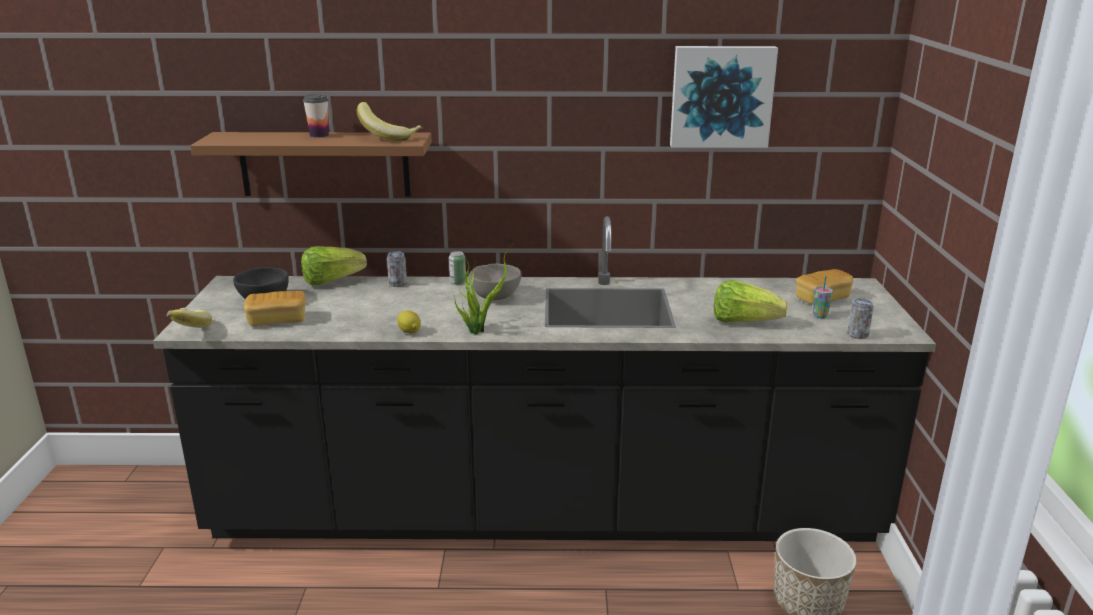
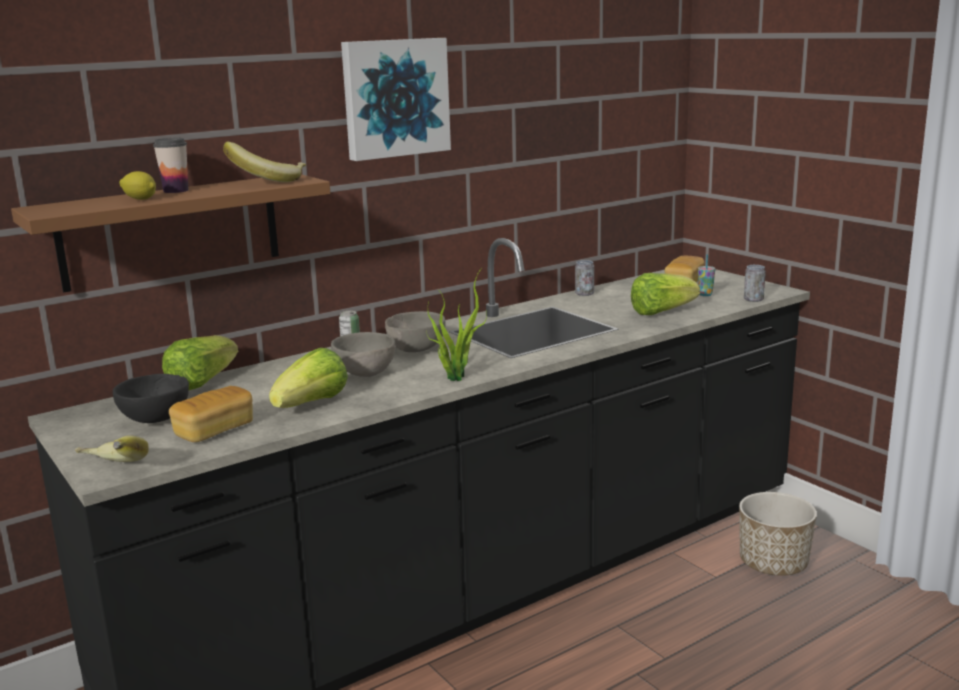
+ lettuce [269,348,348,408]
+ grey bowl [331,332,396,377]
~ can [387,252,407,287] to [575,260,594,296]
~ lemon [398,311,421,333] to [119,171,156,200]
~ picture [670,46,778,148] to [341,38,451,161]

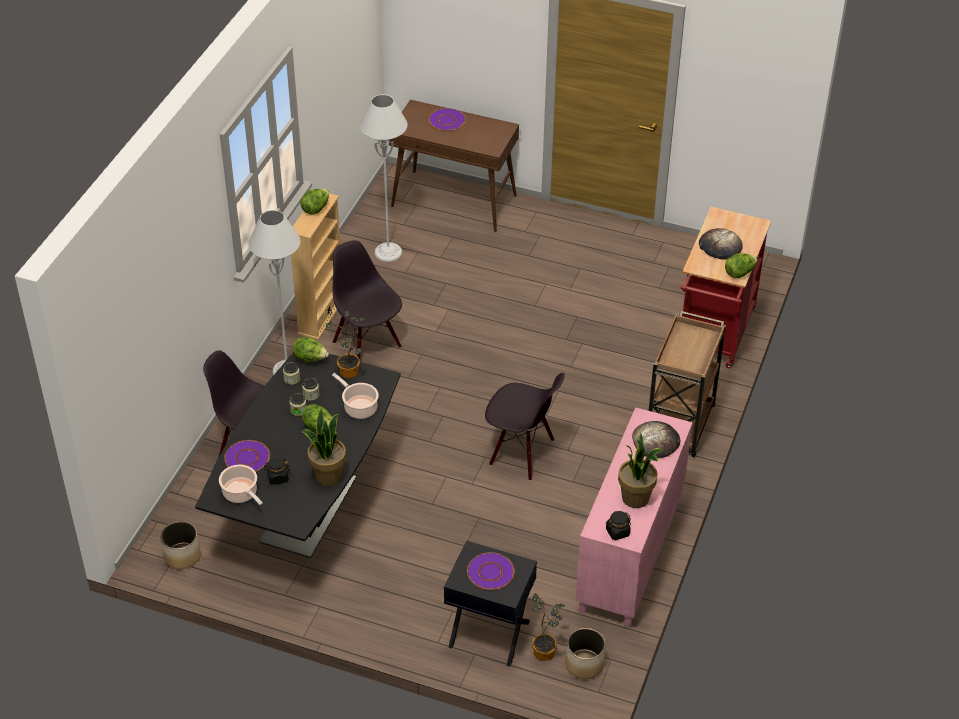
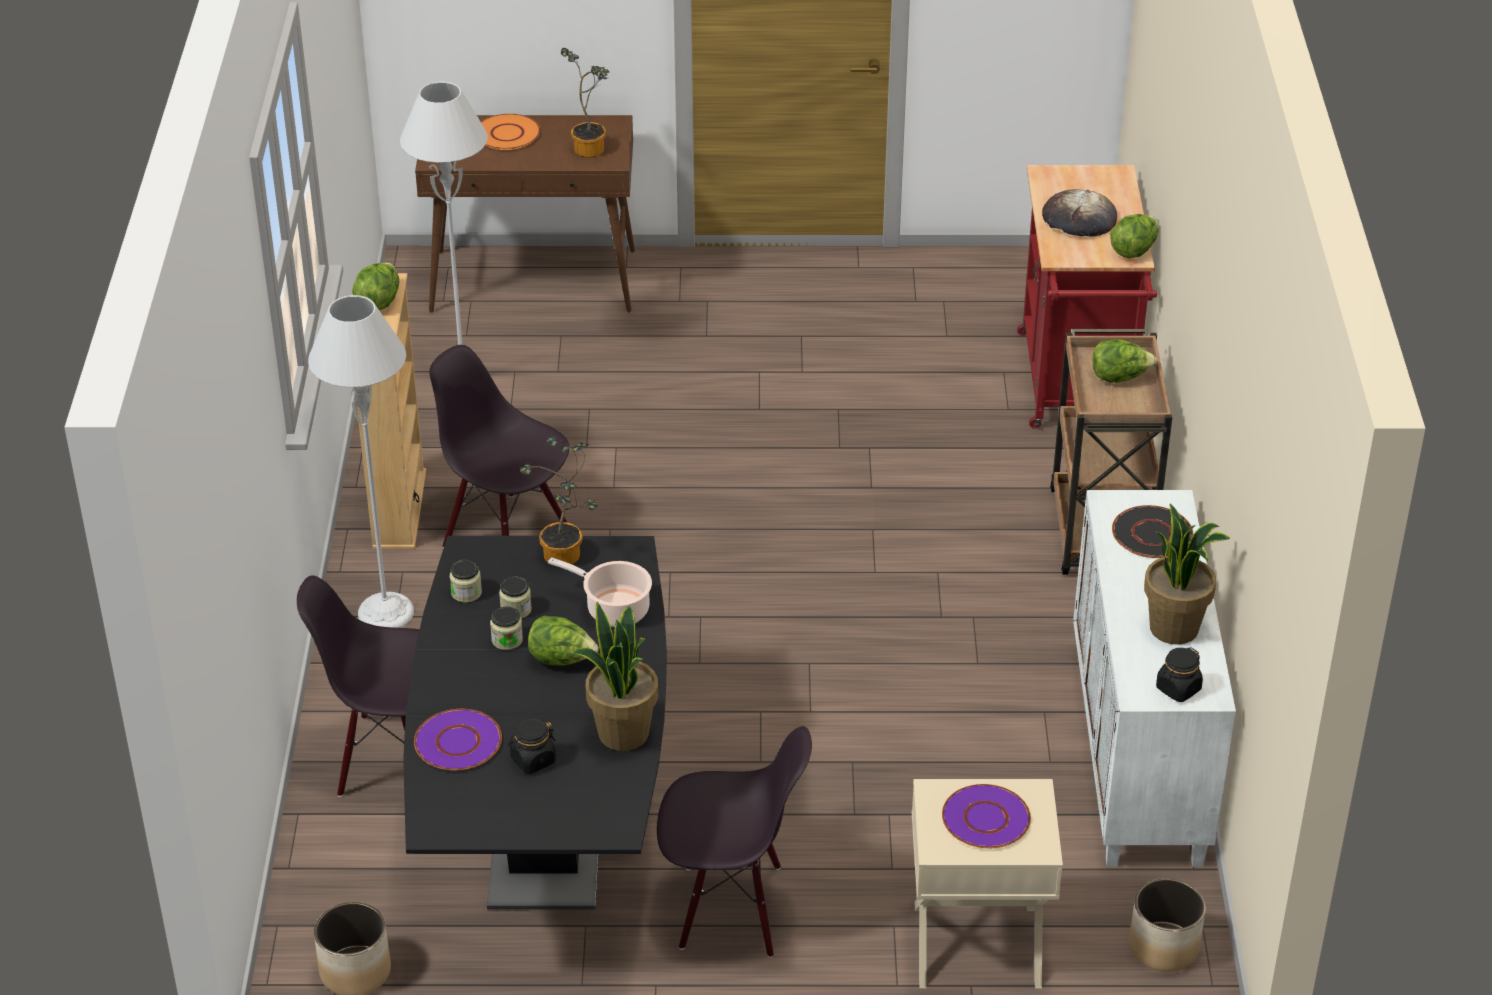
- cooking pot [219,465,263,505]
~ lettuce [293,337,329,362] to [1093,339,1157,383]
~ black chair [485,373,565,481] to [657,726,812,958]
~ potted plant [532,593,565,661] to [561,48,609,158]
~ bread [632,421,680,458] to black plate [1112,505,1193,558]
~ purple plate [429,108,466,131] to orange plate [481,114,541,150]
~ black nightstand [444,541,537,667] to beige nightstand [912,779,1063,988]
~ pink cabinet [575,407,693,627] to white cabinet [1073,490,1236,867]

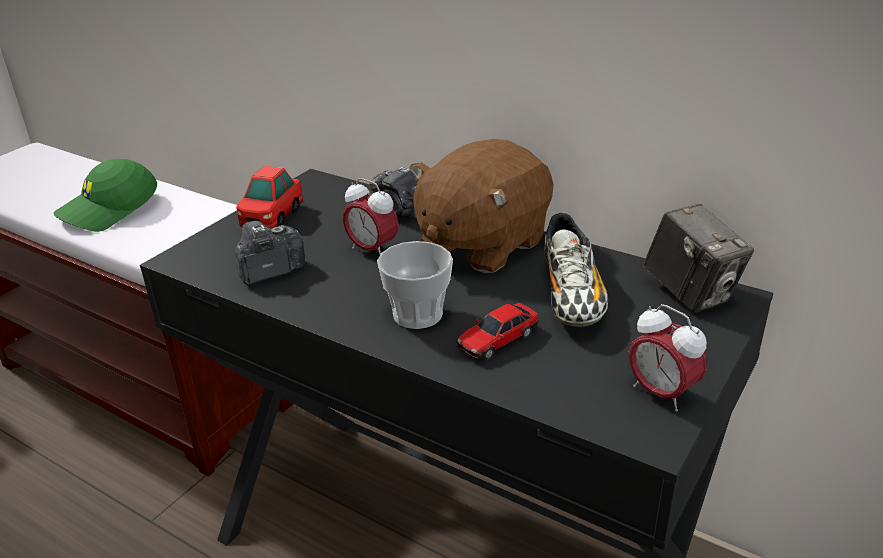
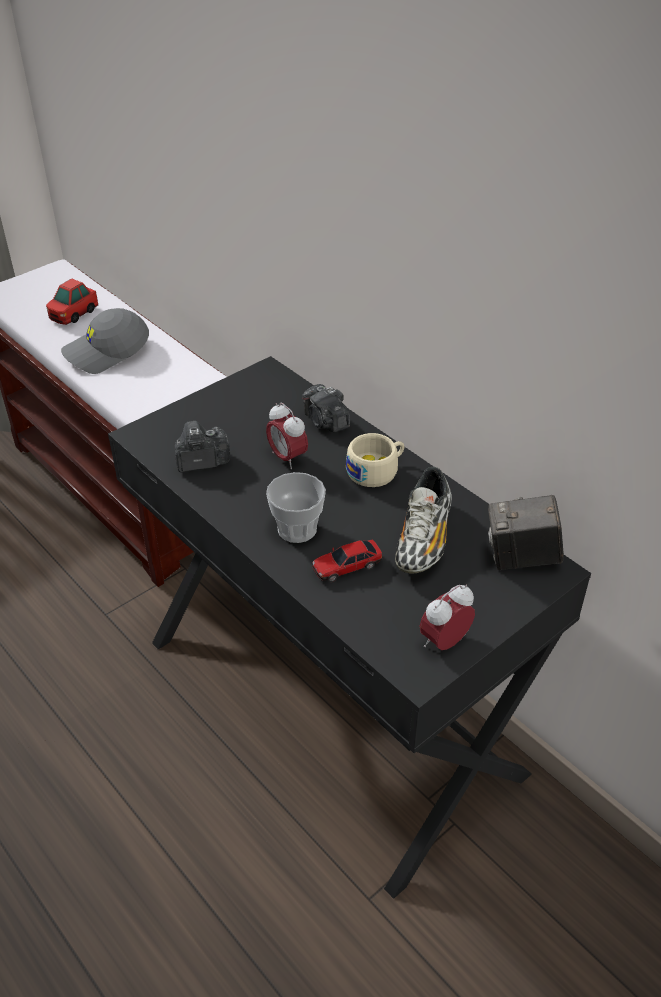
~ toy car [236,166,303,229] to [46,278,98,325]
~ brown plush toy [410,139,554,273] to beige cup [346,433,404,487]
~ green cap [53,159,157,232] to grey cap [61,308,149,374]
~ alarm clock [629,304,707,412] = [419,585,475,650] 75 degrees clockwise
~ photo camera [644,204,754,313] = [488,495,564,570] 105 degrees clockwise

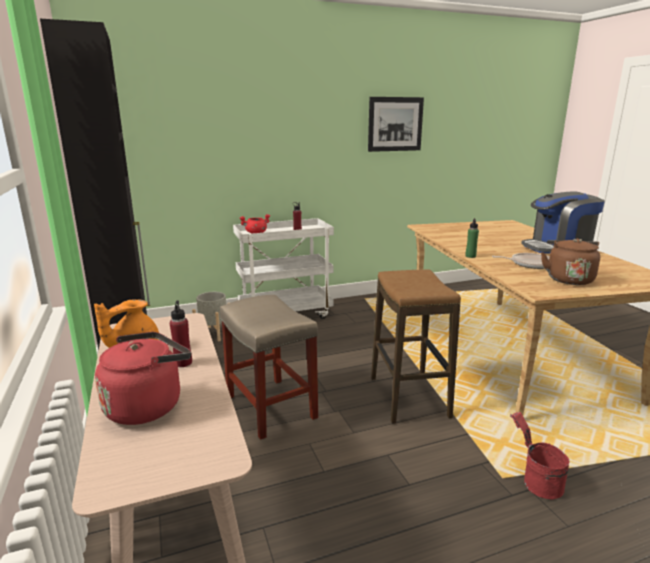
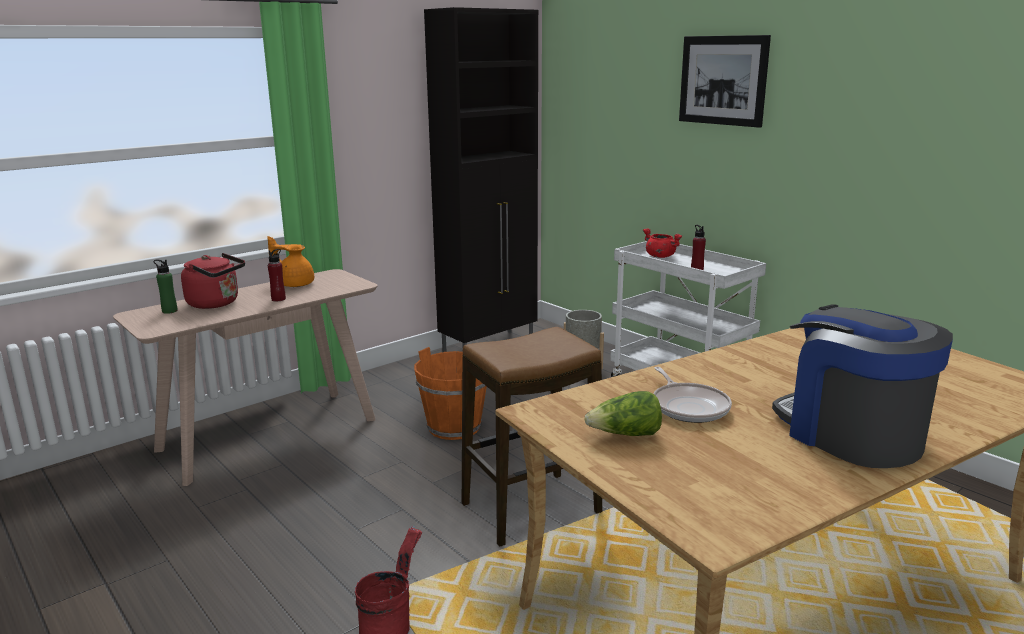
~ picture [368,97,424,152] to [679,35,771,128]
~ green bottle [465,218,479,258] to [154,260,178,314]
~ beige stool [220,295,318,440] to orange bucket [414,347,487,440]
~ brown kettle [541,238,600,285] to lettuce [585,391,662,436]

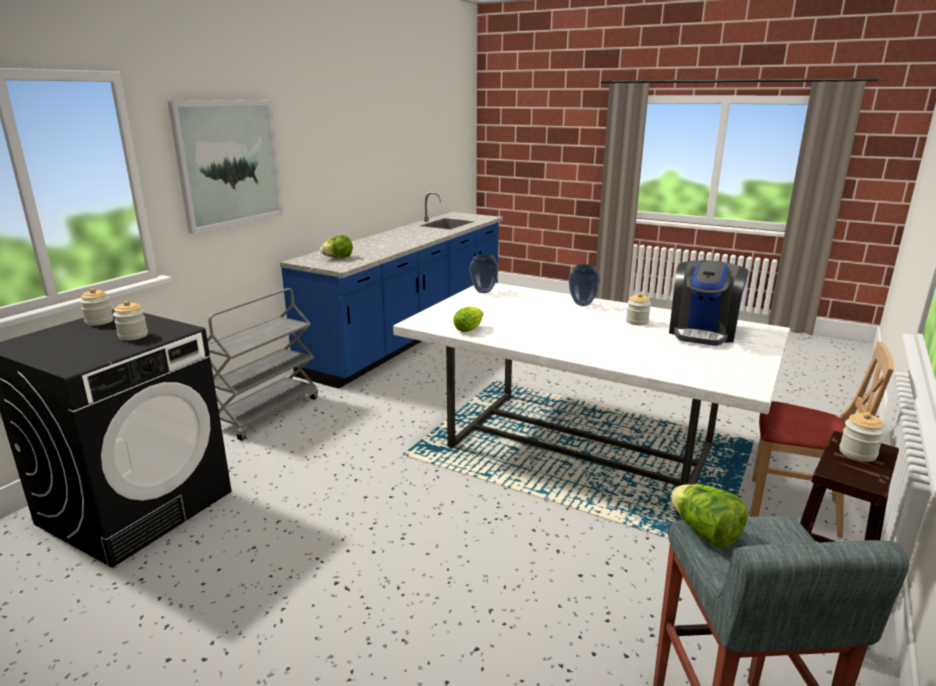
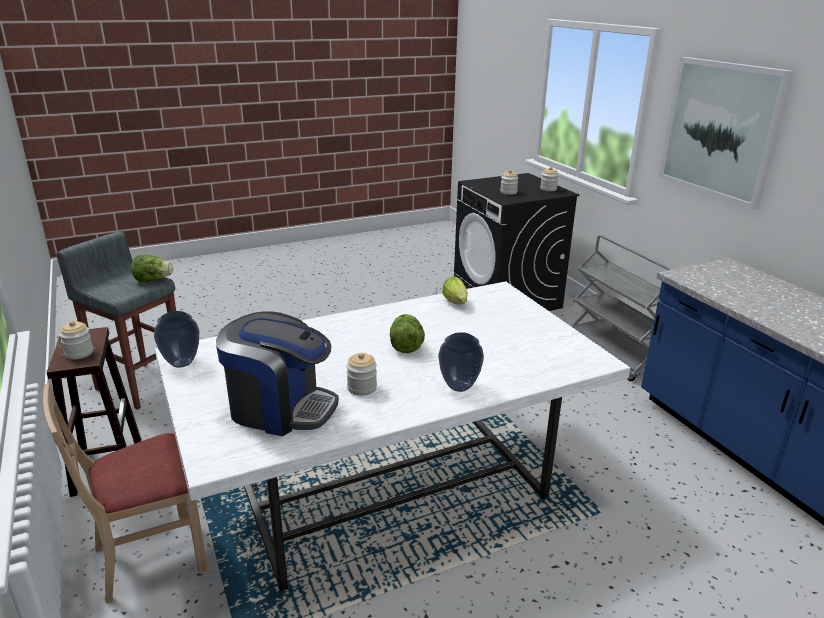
~ lettuce [320,235,353,258] to [390,314,425,353]
~ vase [469,254,499,293] to [154,311,199,368]
~ coffee machine [669,260,749,346] = [216,311,339,436] 135 degrees clockwise

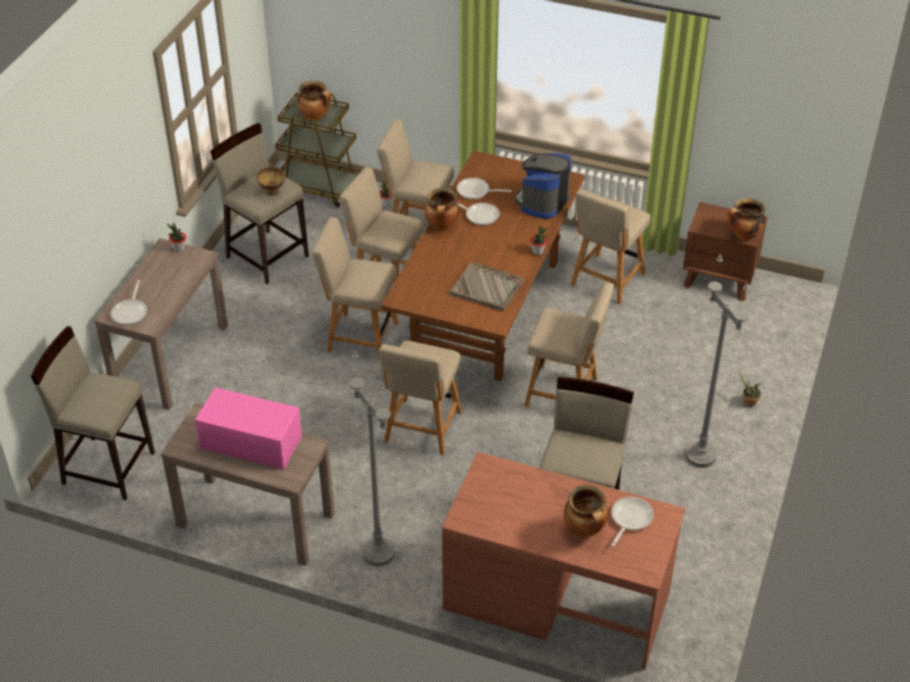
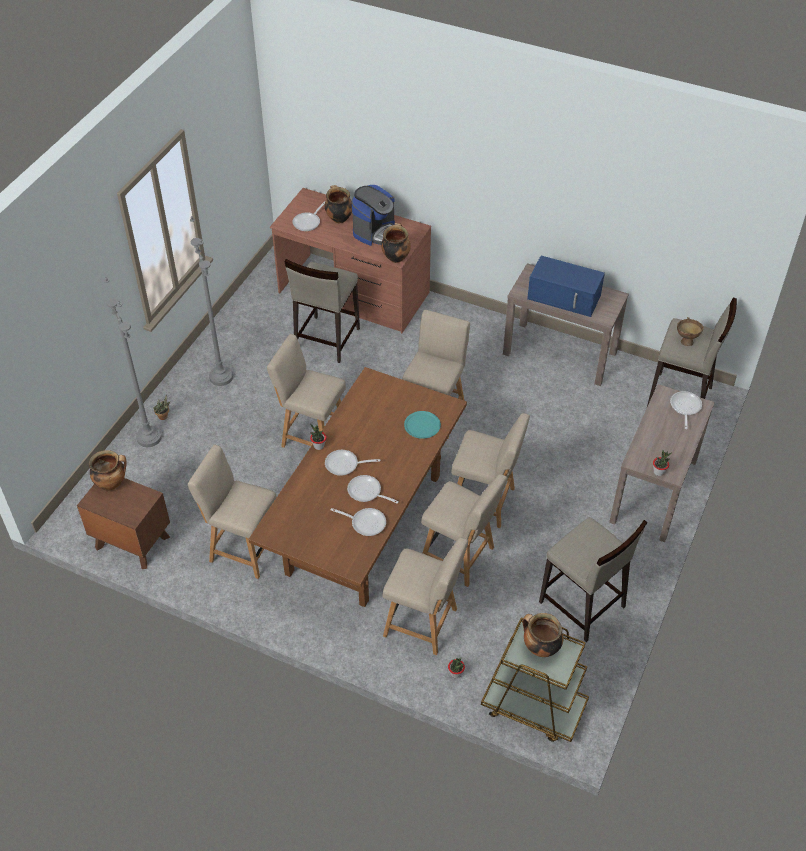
- grey tray [449,261,525,311]
+ frying pan [325,450,380,476]
+ turquoise plate [404,411,441,439]
~ brown bowl [256,165,285,196] to [677,317,703,346]
~ grey floor lamp [349,351,395,566] to [104,277,162,447]
~ cooking pot [424,188,460,231] to [381,223,411,263]
~ coffee machine [515,153,572,219] to [352,185,395,246]
~ pink microwave [195,387,302,469] to blue microwave [527,256,605,317]
~ beige chair [571,189,650,305] = [188,444,277,579] 105 degrees counterclockwise

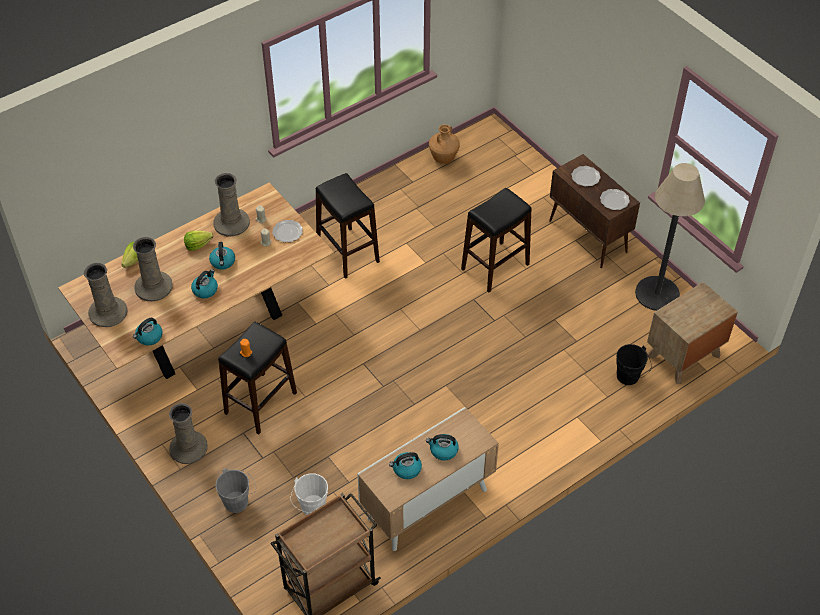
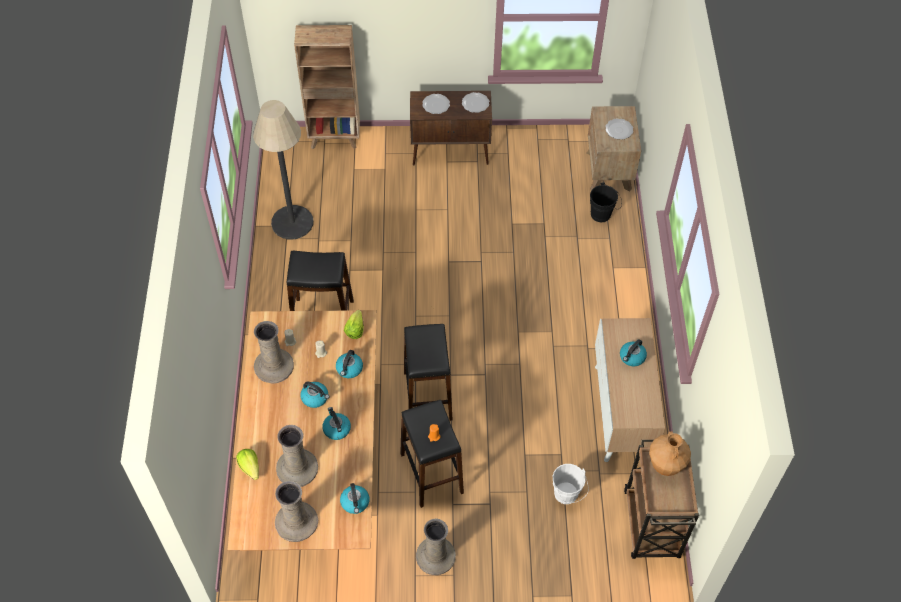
- grey bucket [216,468,256,513]
+ brown bookcase [294,25,360,149]
~ lettuce [184,231,213,251] to [344,310,364,339]
~ plate [272,220,303,242] to [606,119,633,139]
~ kettle [389,452,422,479] to [336,350,363,378]
~ brown vase [429,124,460,164] to [649,431,691,476]
~ black stool [461,188,532,292] to [404,324,453,421]
~ floor lamp [635,163,705,311] to [253,100,313,239]

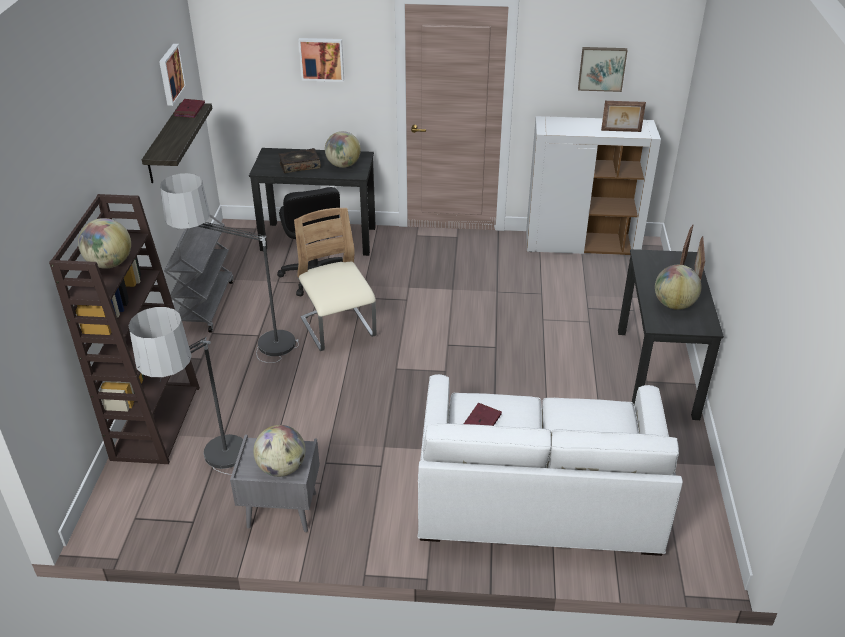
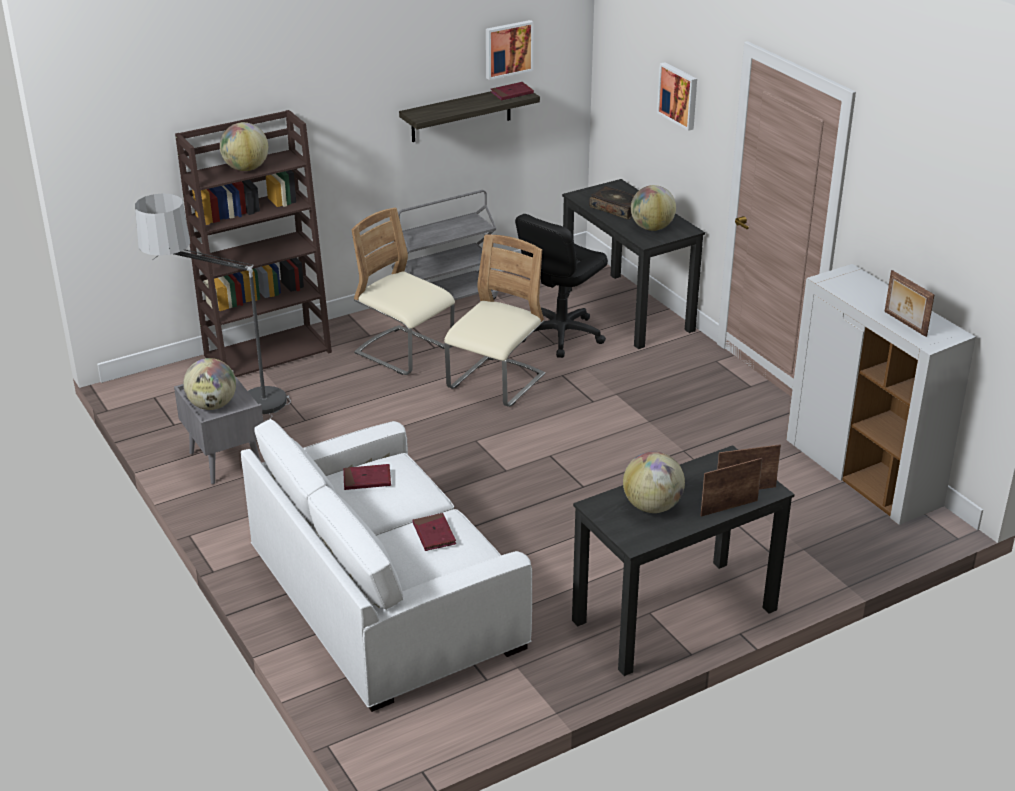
- picture [578,47,628,92]
+ red book [412,513,456,551]
~ floor lamp [160,173,299,363] to beige chair [352,208,455,375]

